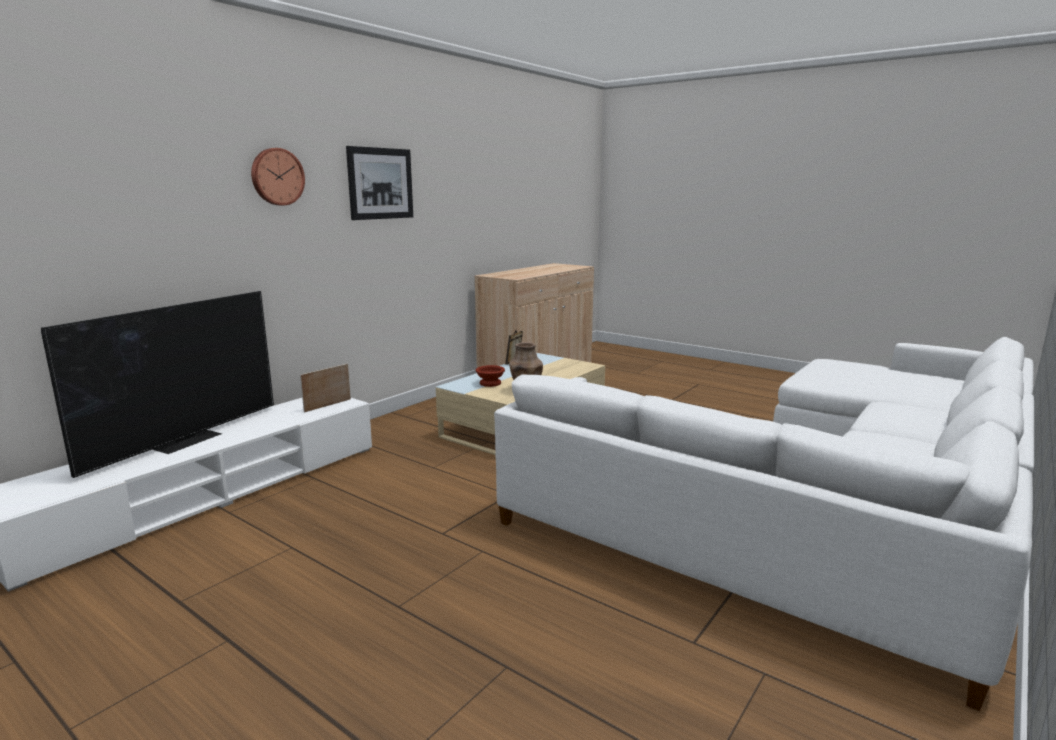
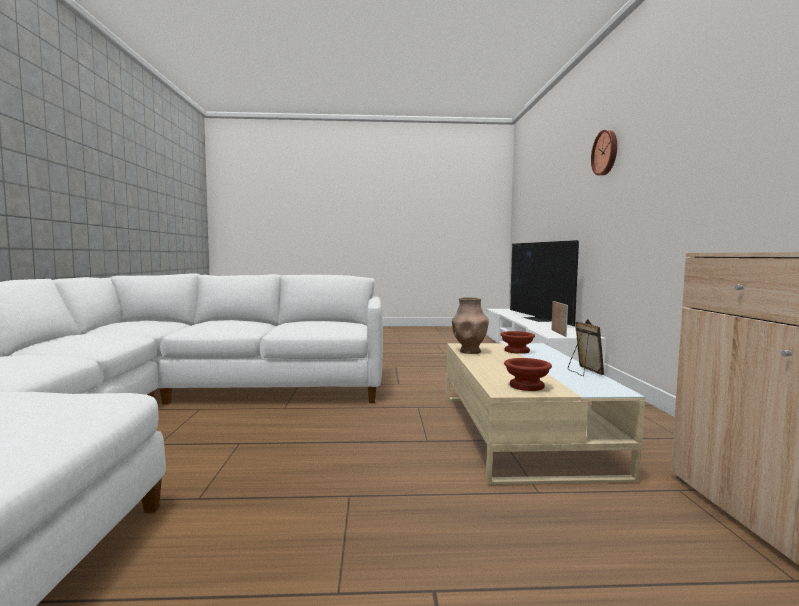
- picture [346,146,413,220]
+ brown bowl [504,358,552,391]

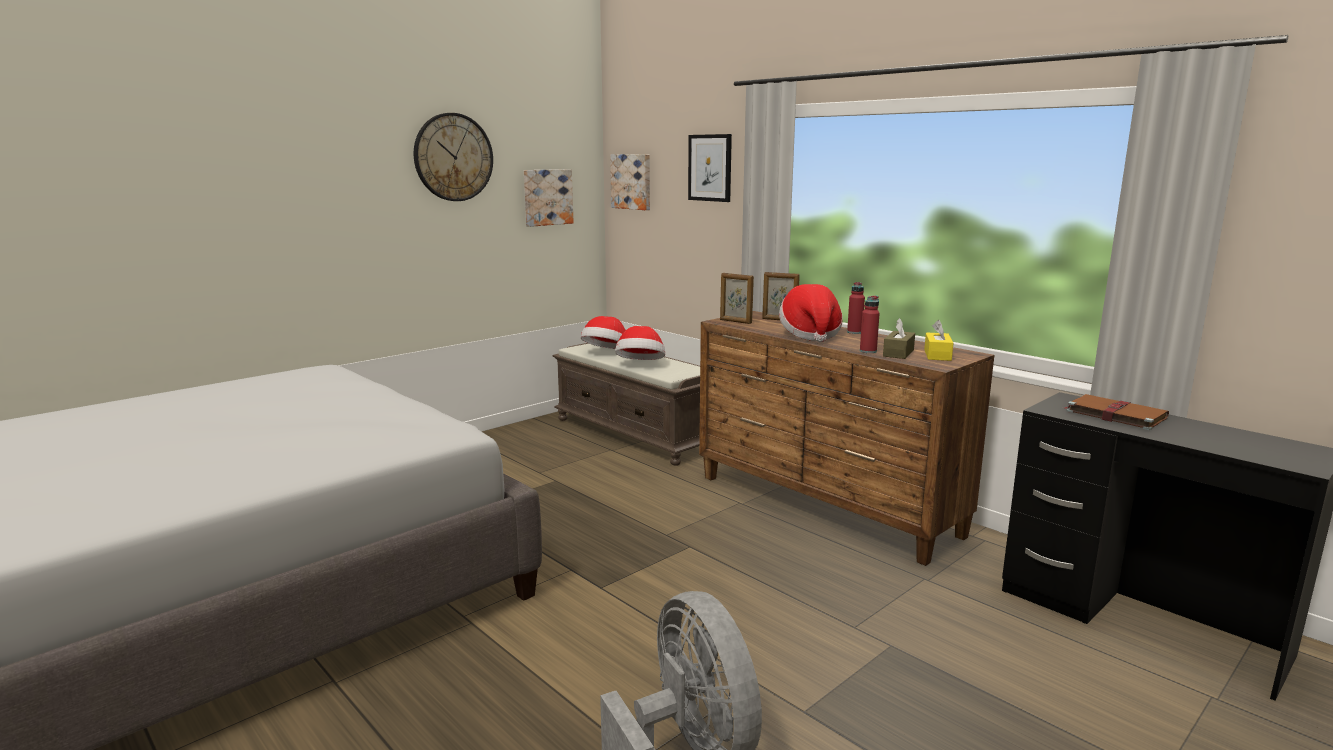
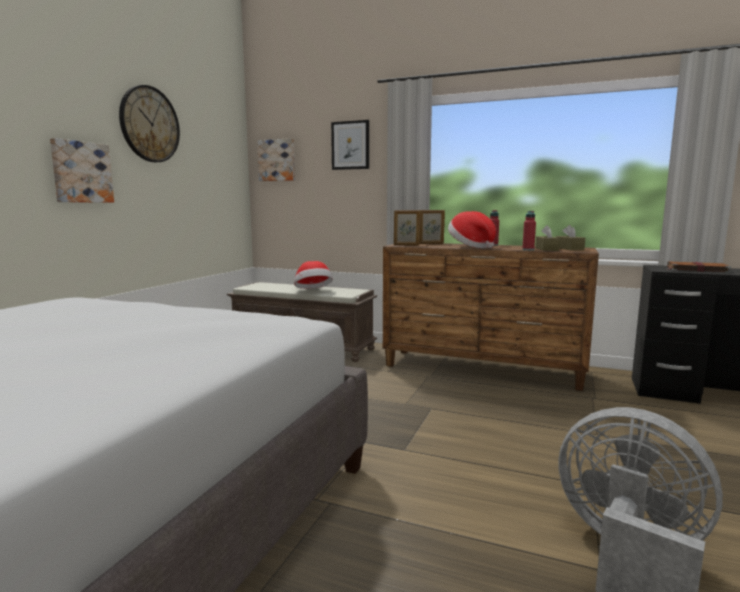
- hat [581,316,626,349]
~ picture [524,169,574,227] to [50,138,114,203]
~ yellow tissue box [924,320,954,361] to brown tissue box [556,225,585,250]

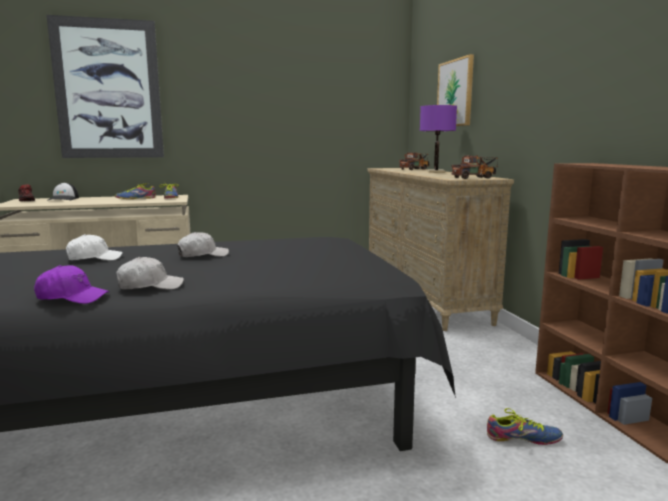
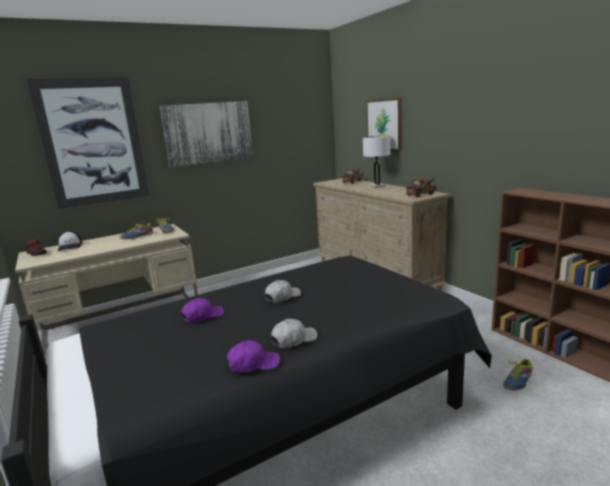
+ picture [160,101,253,167]
~ white cap [66,234,123,260] to purple cap [181,298,224,323]
~ purple table lamp [420,105,457,173] to white table lamp [363,136,390,188]
~ shoe [487,408,563,445] = [503,355,533,390] 150 degrees clockwise

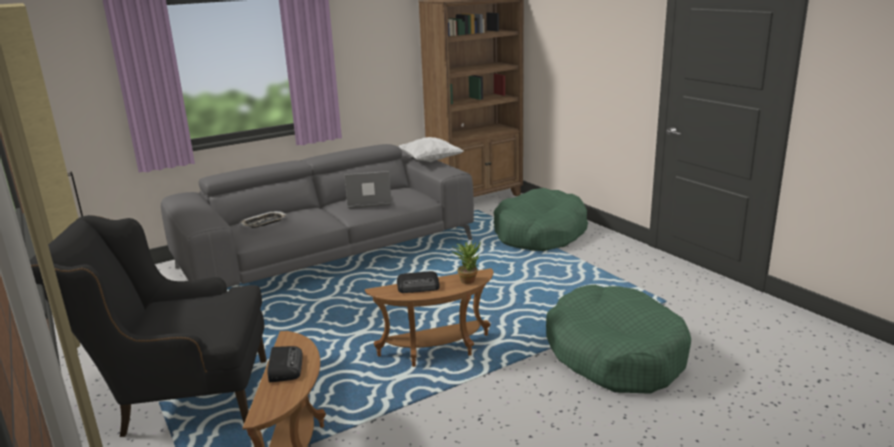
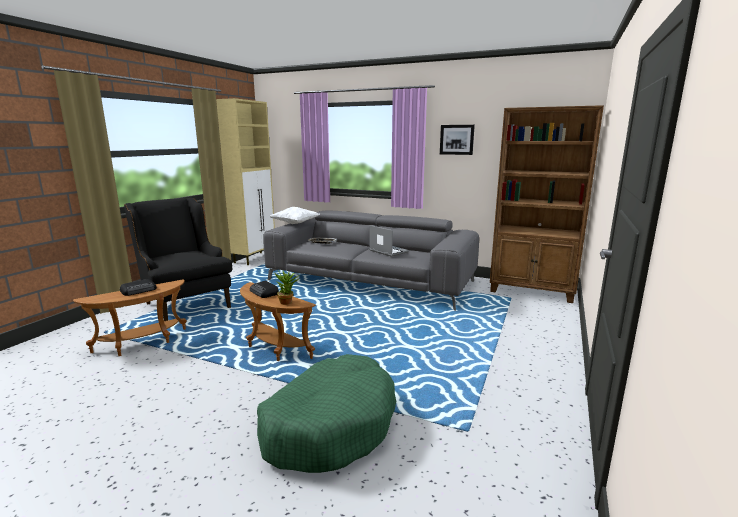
- green dog bed [494,188,588,251]
+ picture [440,125,475,155]
~ white pillow [398,137,464,162] to [269,207,320,224]

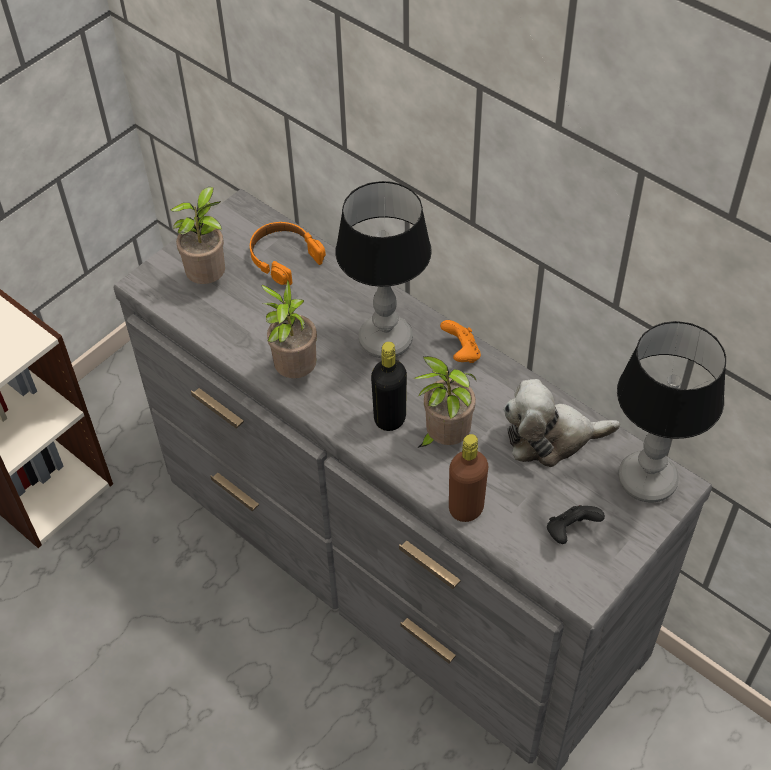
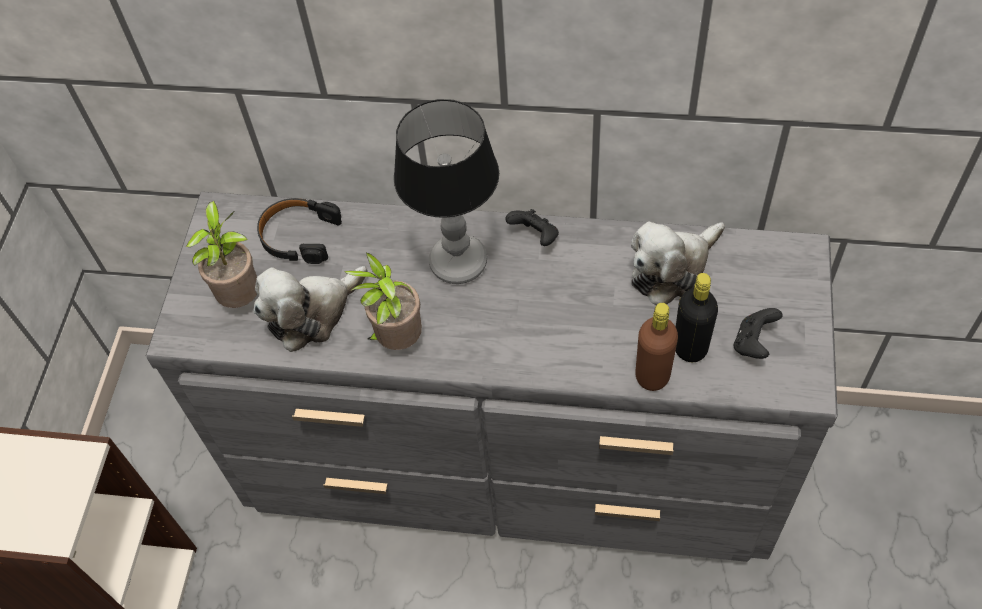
- potted plant [413,356,477,448]
- table lamp [617,321,726,503]
+ plush toy [253,266,368,352]
~ black bottle [371,342,407,431] to [676,273,718,362]
~ orange headphones [250,222,326,285] to black headphones [257,198,342,264]
~ orange game controller [440,320,481,363] to black game controller [505,209,559,246]

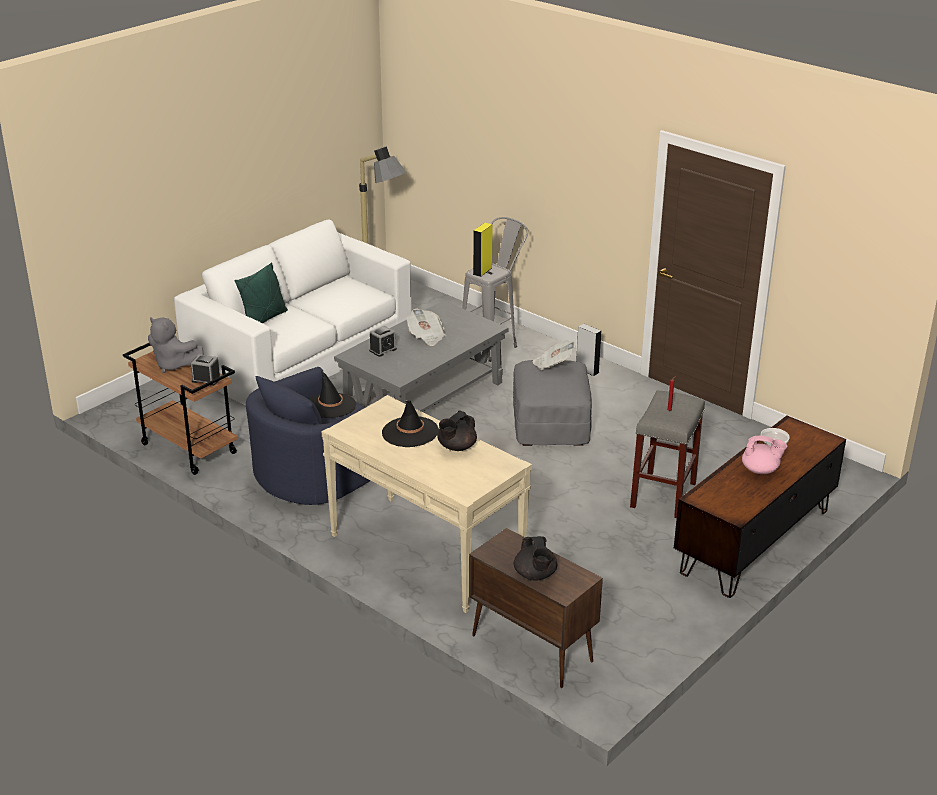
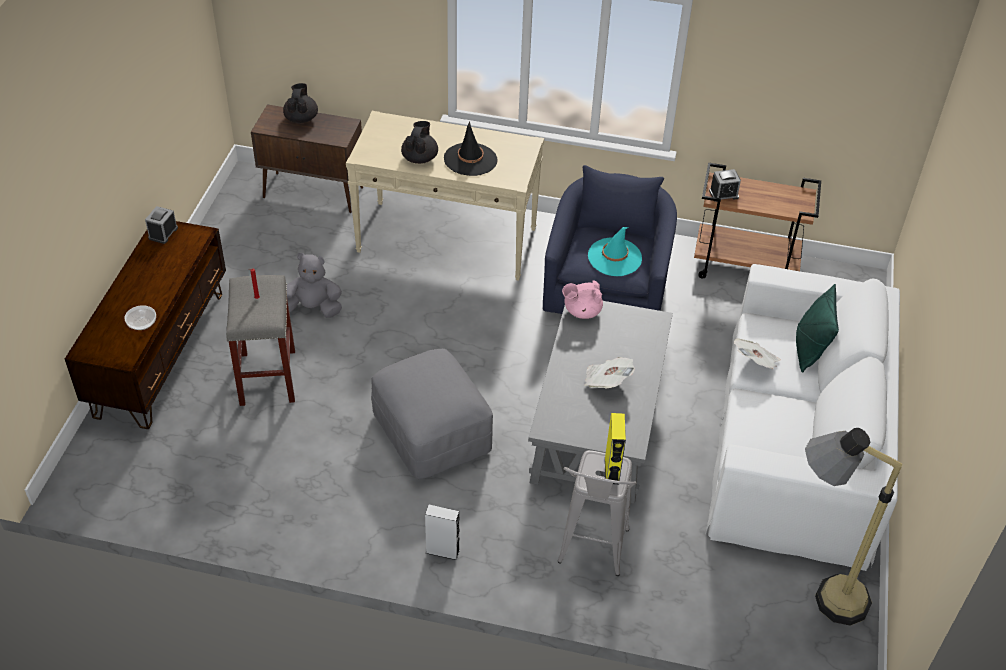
~ grey plush toy [148,317,204,373] to [286,253,342,318]
~ alarm clock [369,326,397,357] to [145,206,178,244]
~ newspaper [533,340,576,370] to [734,338,781,369]
~ pink teapot [742,435,787,474] to [562,280,603,319]
~ black hat [309,371,356,418] to turquoise hat [588,227,642,276]
~ black teapot [514,536,557,581] = [283,83,318,123] 45 degrees clockwise

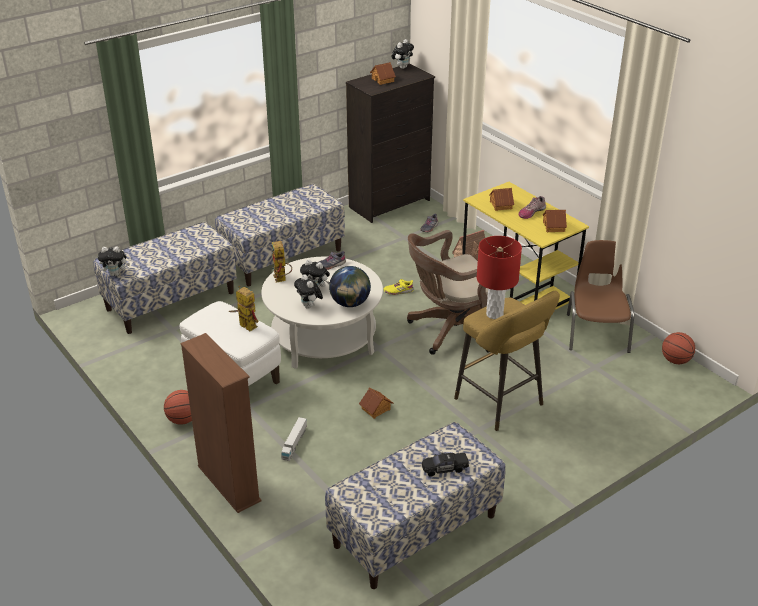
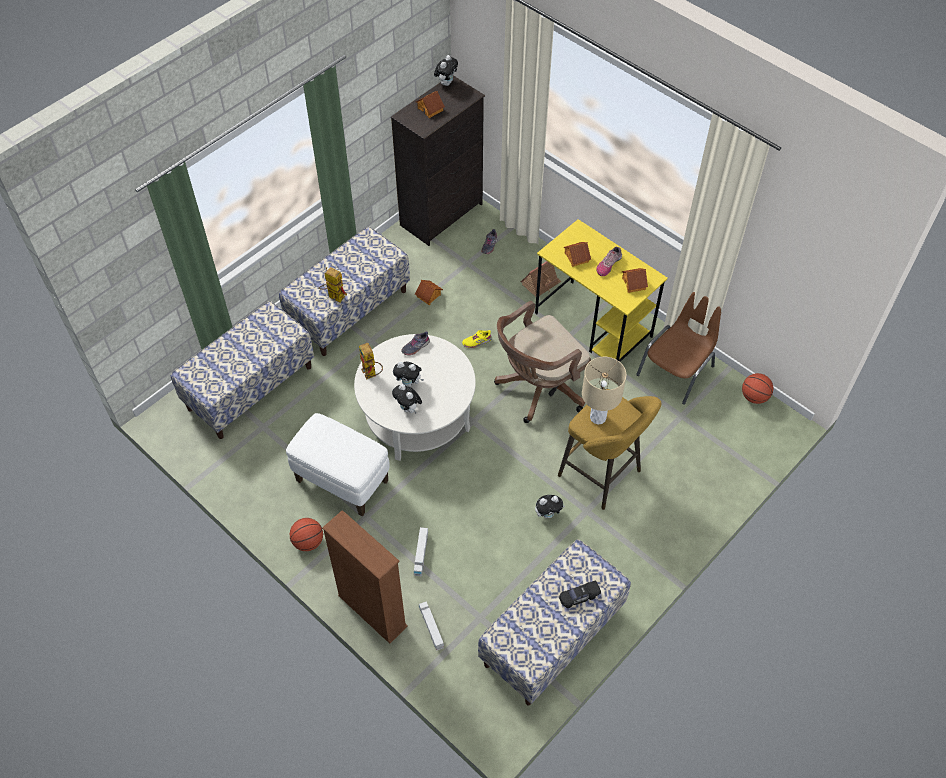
- globe [329,266,371,307]
+ toy truck [419,601,444,651]
~ plush toy [98,247,130,276] to [535,495,565,518]
~ toy robot [229,286,259,331] to [319,267,347,303]
~ toy house [359,387,393,419] to [415,280,443,305]
~ red table lamp [477,236,522,319] to beige table lamp [582,357,626,425]
~ brown chair [567,240,634,353] = [636,292,721,405] 45 degrees clockwise

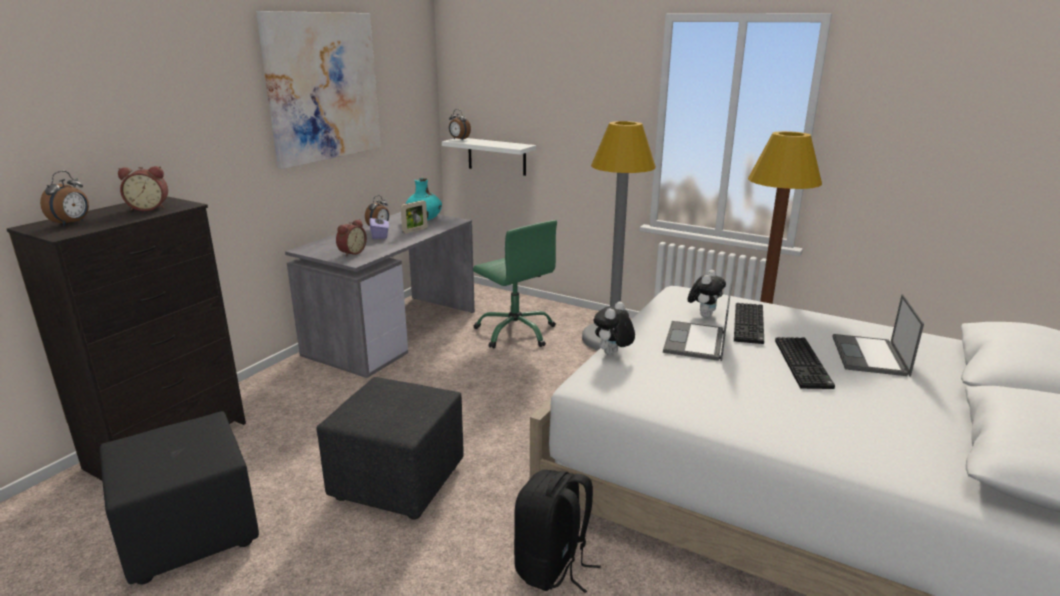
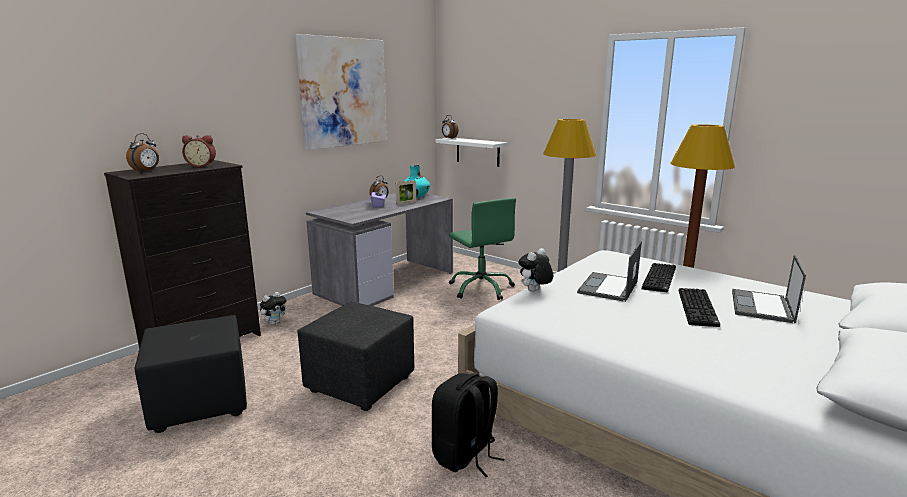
- alarm clock [336,219,367,257]
~ plush toy [687,270,726,318] to [260,292,288,325]

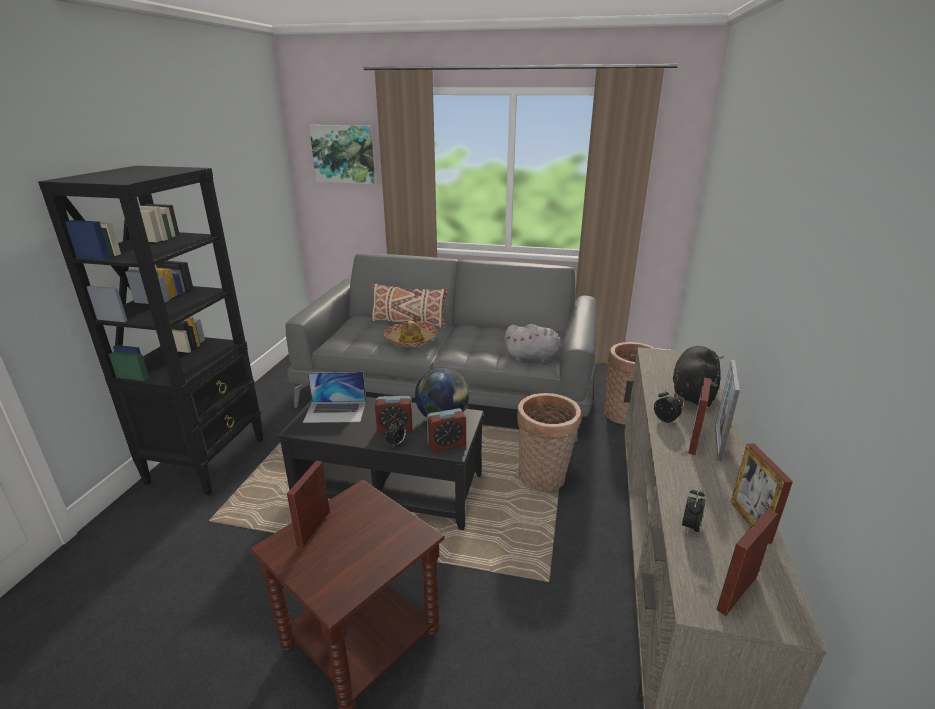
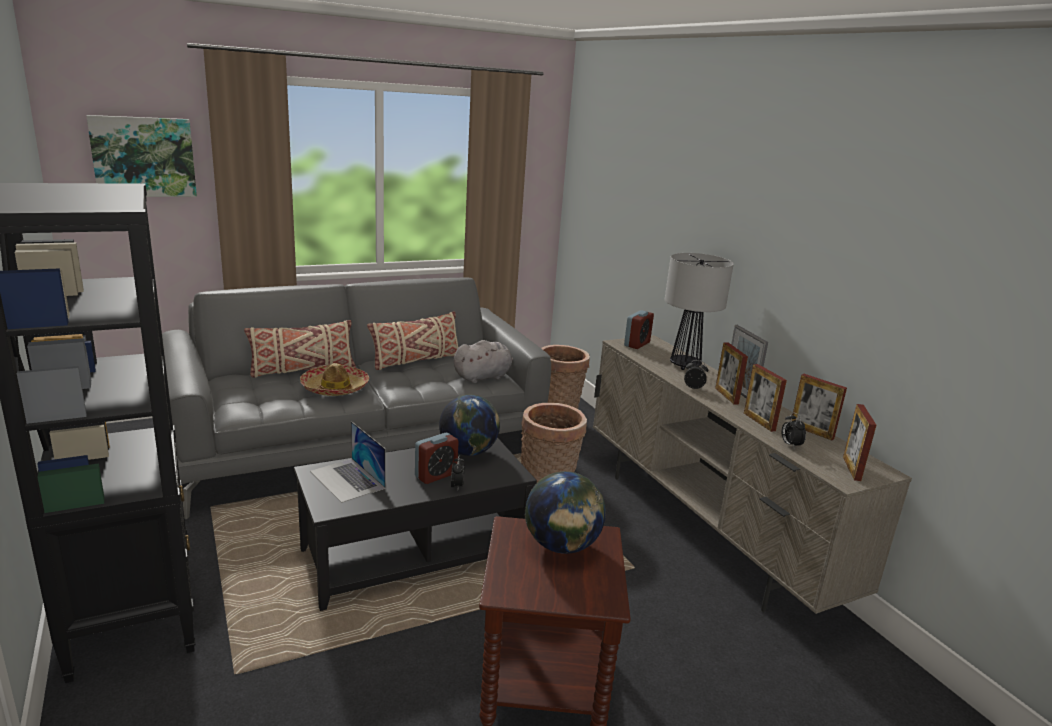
+ beige pillow [367,311,458,370]
+ globe [525,471,606,554]
~ picture frame [287,461,330,547] to [744,364,787,432]
~ alarm clock [427,408,466,452] to [624,310,654,349]
~ black plush toy [673,346,724,407] to table lamp [665,253,734,370]
~ laptop [303,372,366,423] = [310,421,386,503] 90 degrees clockwise

